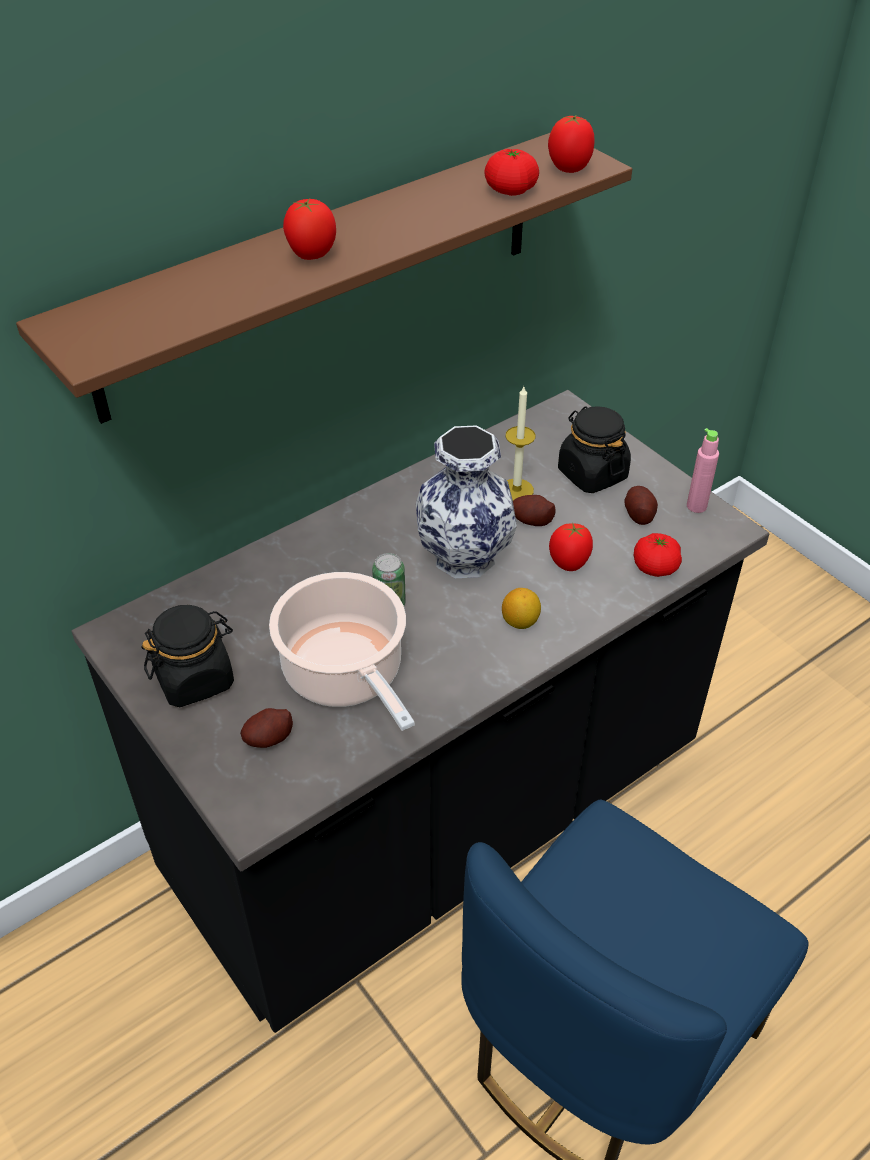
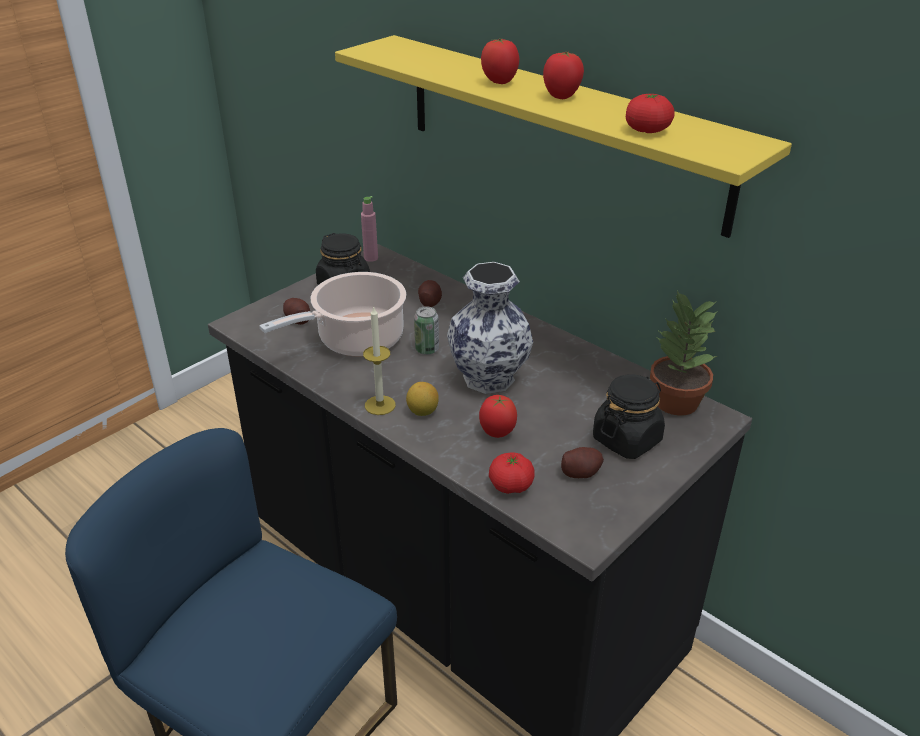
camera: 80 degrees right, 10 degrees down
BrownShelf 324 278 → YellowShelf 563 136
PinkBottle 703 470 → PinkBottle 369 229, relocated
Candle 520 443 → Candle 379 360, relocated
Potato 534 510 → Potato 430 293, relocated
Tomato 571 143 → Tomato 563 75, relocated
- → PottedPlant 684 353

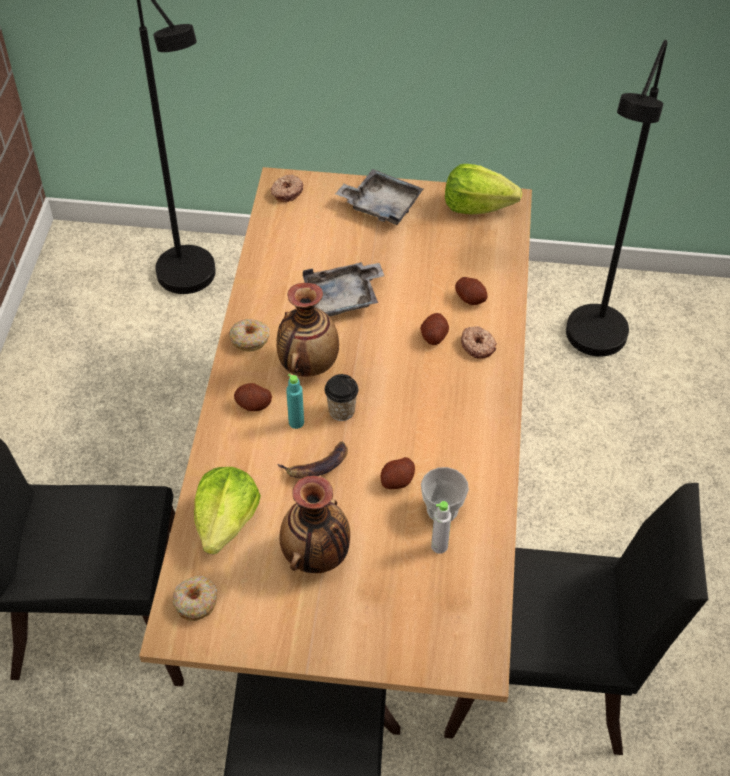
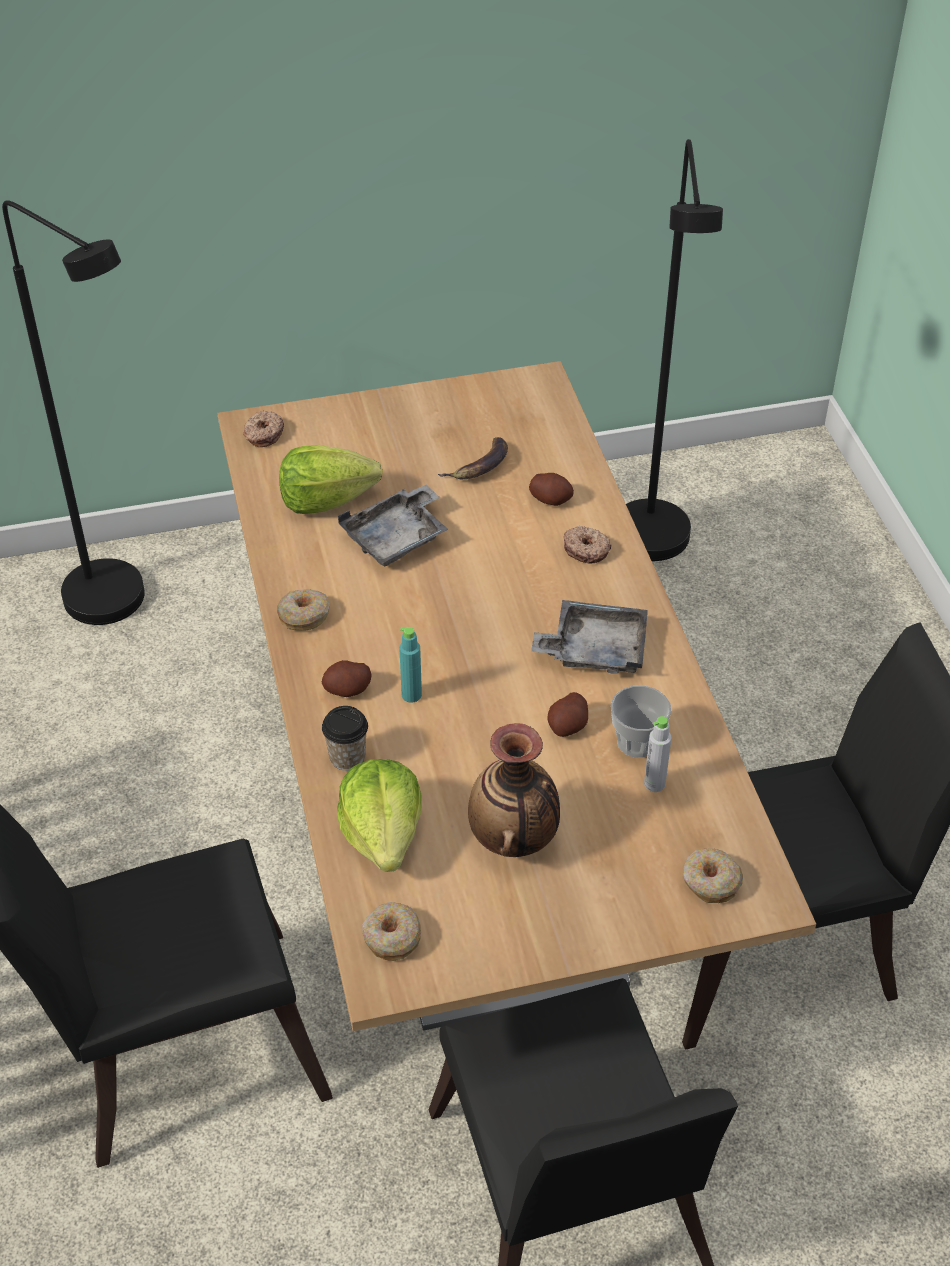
camera: 20 degrees left, 5 degrees down
Lettuce 483 189 → Lettuce 331 479, relocated
Cup 342 397 → Cup 345 738, relocated
Banana 313 460 → Banana 473 458, relocated
GreyTray 379 197 → GreyTray 589 637, relocated
- → Donut 713 875
Vase 308 329 → -
Potato 434 329 → -

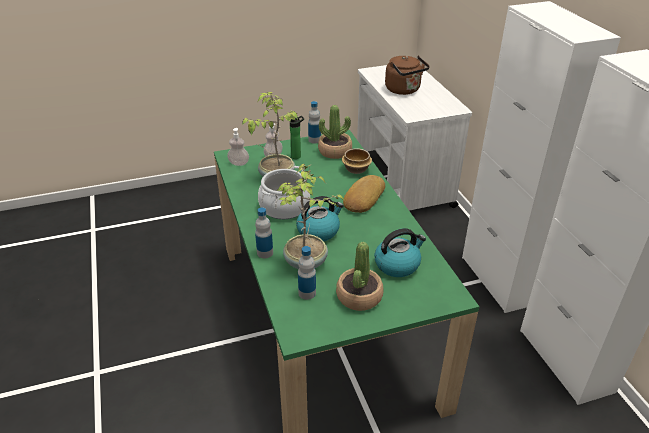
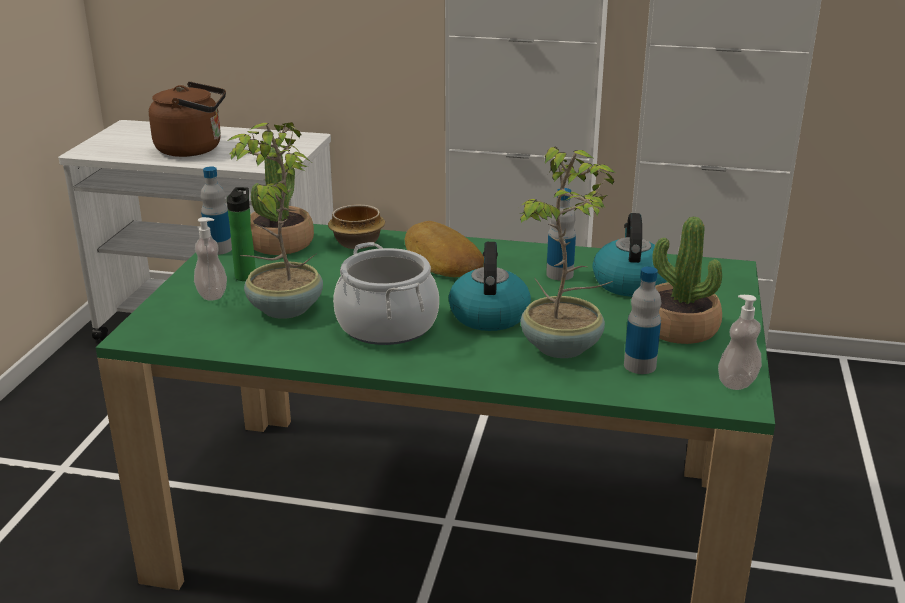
camera: 60 degrees left, 10 degrees down
Bottle 264 232 → Bottle 561 234, relocated
SoapDispenser 238 147 → SoapDispenser 740 342, relocated

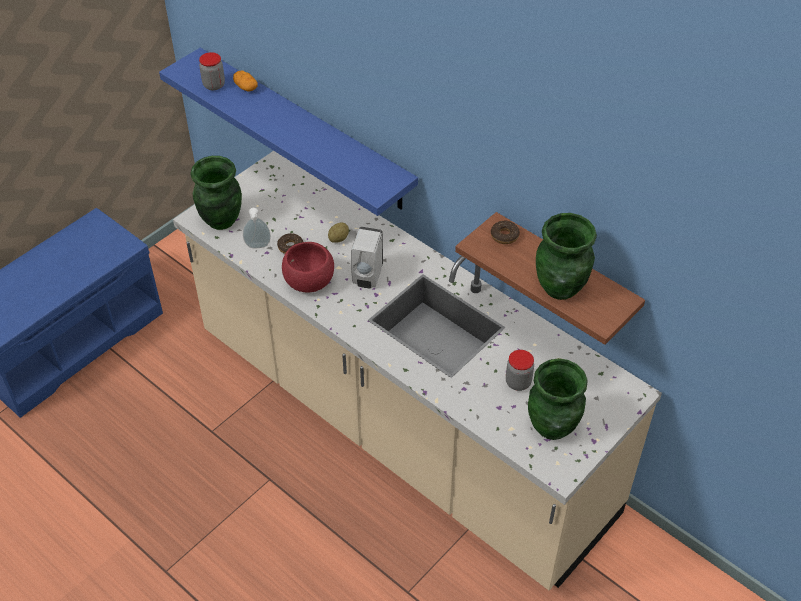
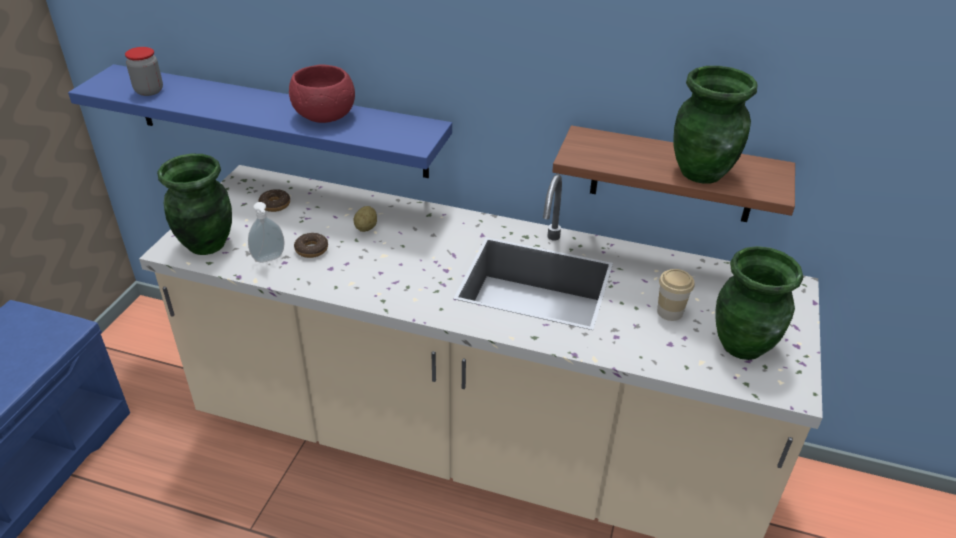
camera: 25 degrees left, 10 degrees down
Donut 505 232 → Donut 274 200, relocated
RedBowl 308 267 → RedBowl 322 93, relocated
Jar 520 370 → Cup 675 295
Potato 245 81 → -
WhiteSoapDispenser 367 257 → -

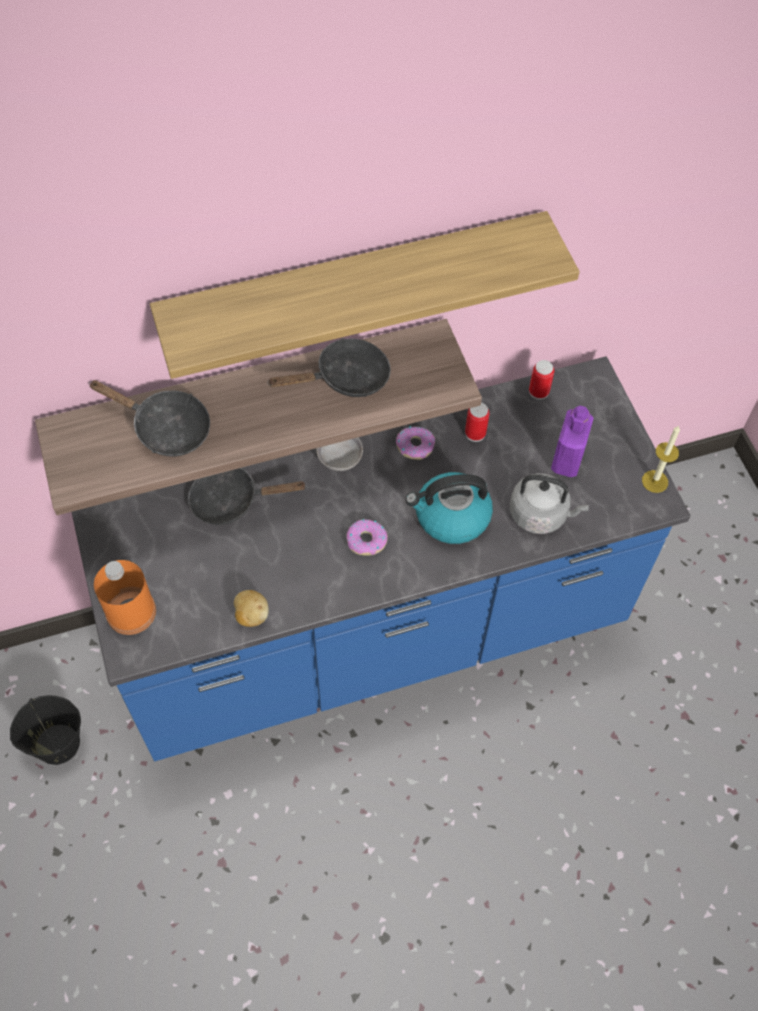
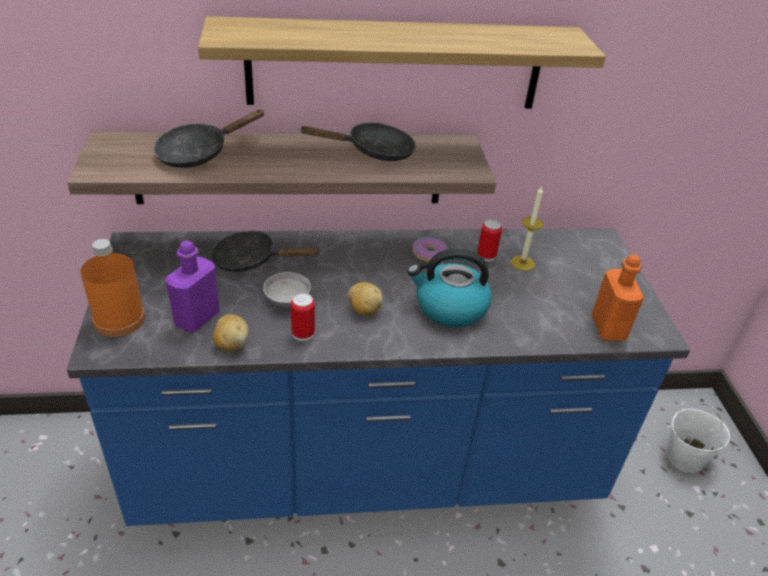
camera: 10 degrees right, 20 degrees down
BlackFryingPan 149 418 → BlackFryingPan 209 138, 105 degrees clockwise
PurpleBottle 572 441 → PurpleBottle 192 286, relocated
GreyBowl 339 454 → GreyBowl 287 289, relocated
Can 542 380 → Can 303 317, relocated
Donut 367 537 → Potato 365 298
Candle 661 459 → Candle 527 228, relocated
- → OrangeBottle 618 297
- → WhiteBucket 698 438
BlackBucket 45 730 → -
GreyKettle 549 503 → -

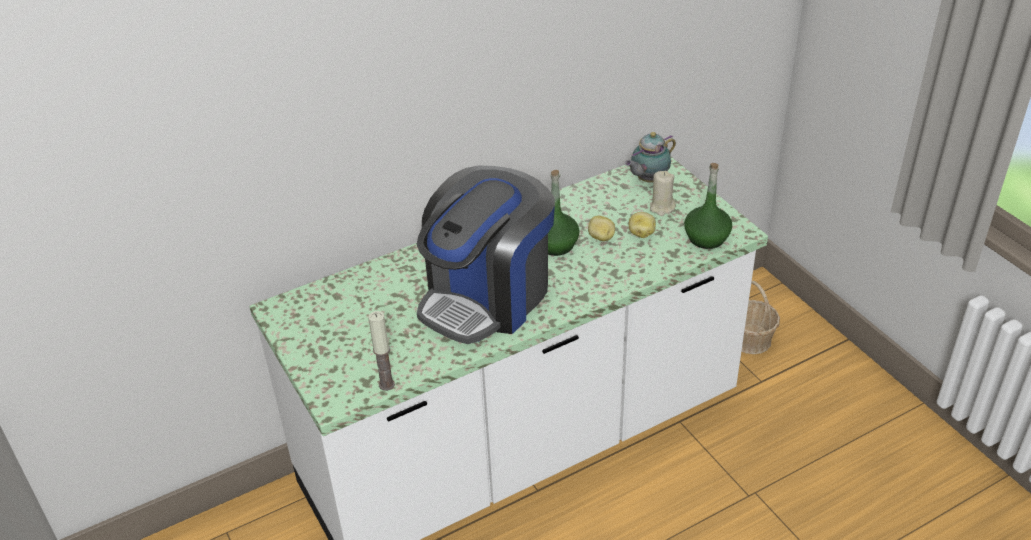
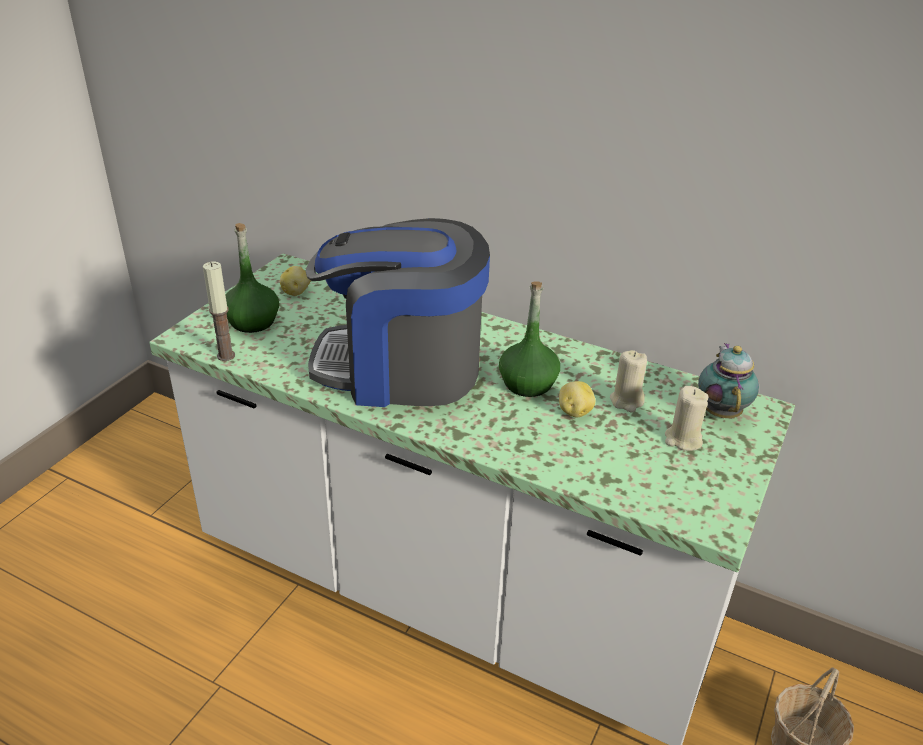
camera: 55 degrees right, 5 degrees down
GreenBottle 708 206 → GreenBottle 252 278, relocated
Potato 642 225 → Potato 295 281, relocated
- → BeigeCandle 628 381
Teapot 650 157 → Teapot 728 380, 75 degrees clockwise

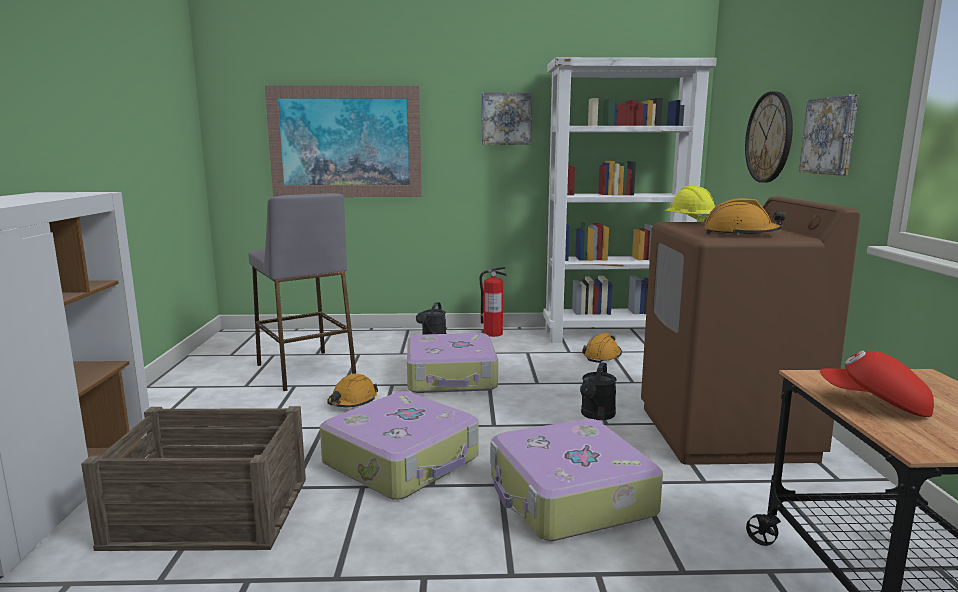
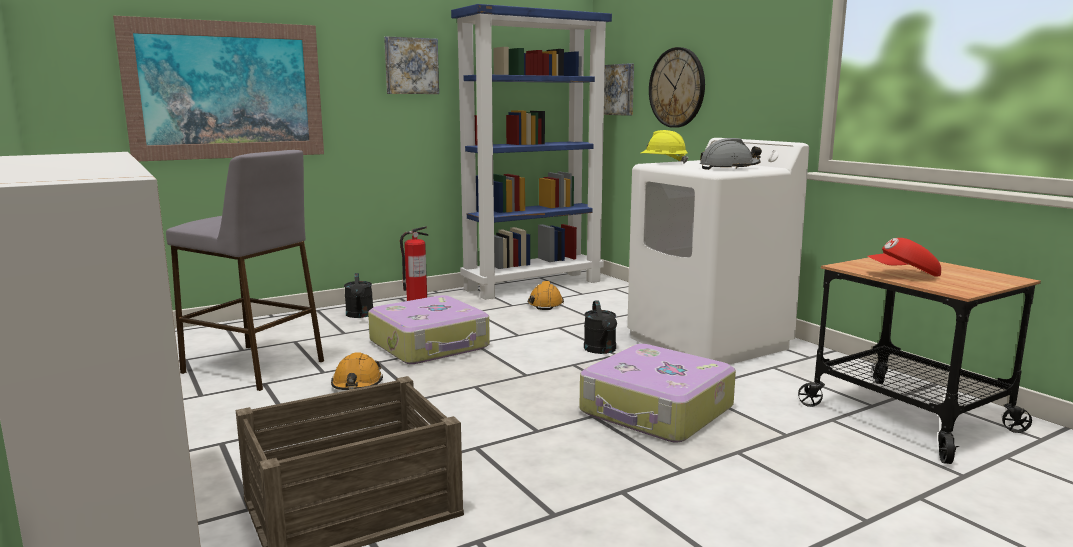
camera: 30 degrees left, 0 degrees up
WhiteBookcase 630 199 → BlueBookcase 531 152
Picture 828 135 → Picture 619 89, relocated
BrownWashingMachine 750 331 → WhiteWashingMachine 718 251
OrangeHardHat 745 217 → GreyHardHat 731 154
Suitcase 399 445 → -

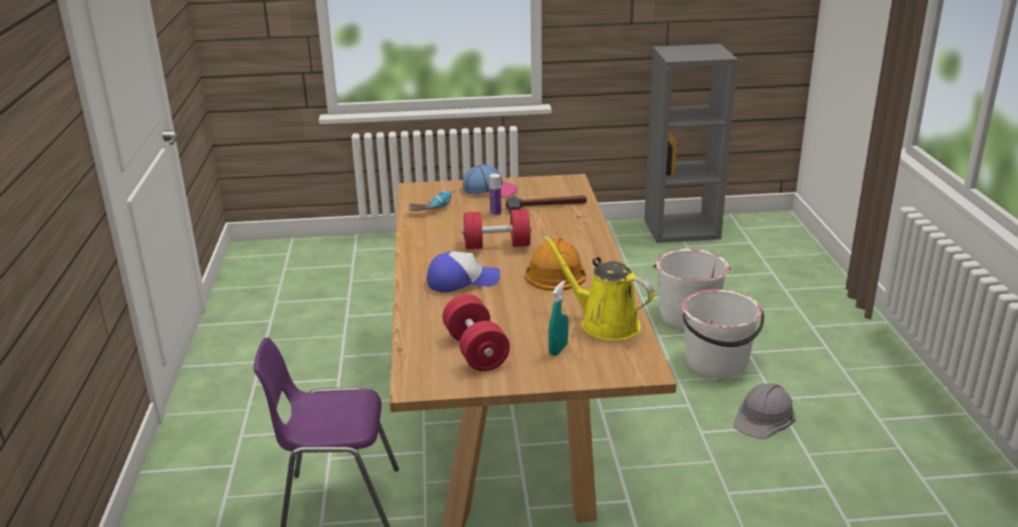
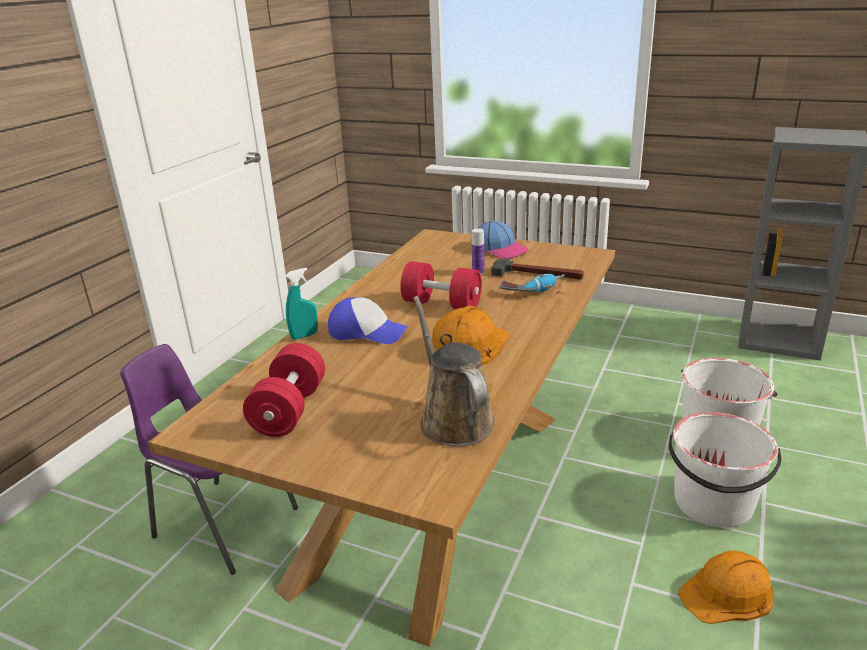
camera: 30 degrees right, 0 degrees up
TurquoiseSprayBottle 558 318 → TurquoiseSprayBottle 302 304, relocated
YellowWateringCan 598 288 → BrownWateringCan 454 371
PowerDrill 431 200 → PowerDrill 532 283, relocated
GreyHardHat 764 411 → OrangeHardHat 726 587

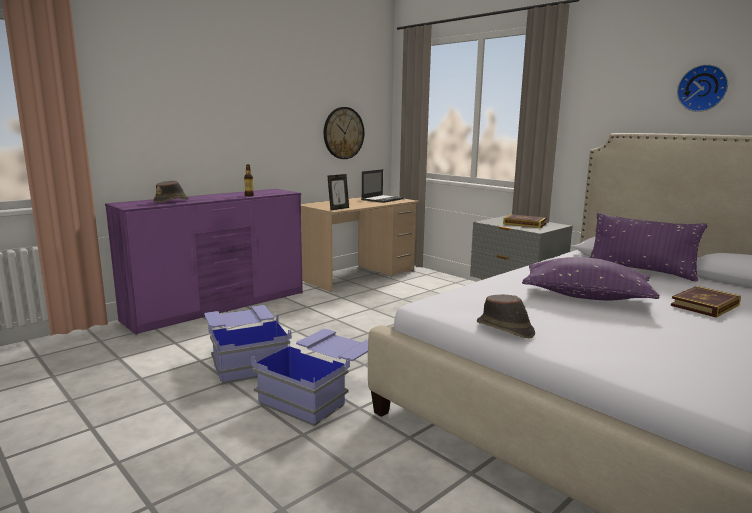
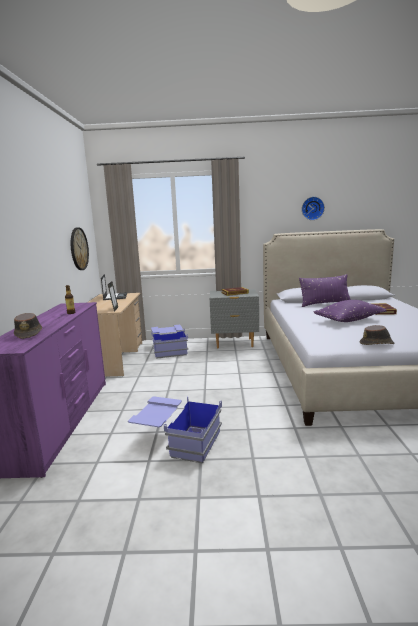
camera: 45 degrees left, 0 degrees up
BlueStorageBox 309 377 → BlueStorageBox 169 342, relocated

